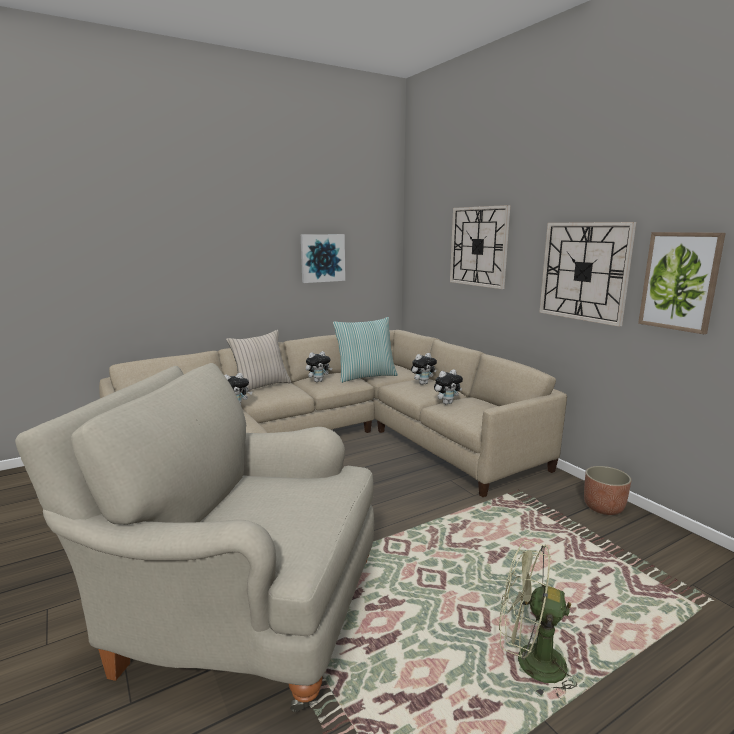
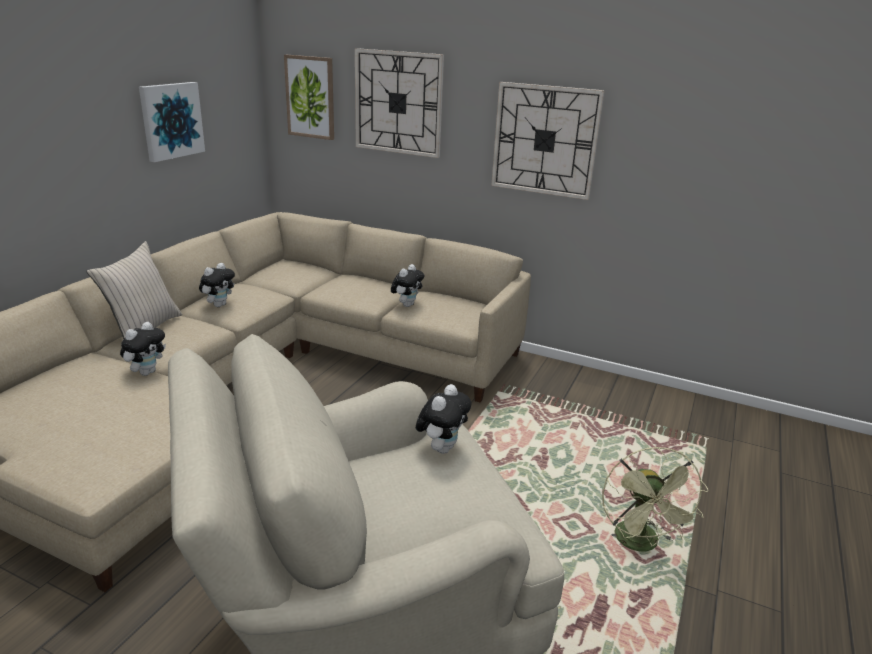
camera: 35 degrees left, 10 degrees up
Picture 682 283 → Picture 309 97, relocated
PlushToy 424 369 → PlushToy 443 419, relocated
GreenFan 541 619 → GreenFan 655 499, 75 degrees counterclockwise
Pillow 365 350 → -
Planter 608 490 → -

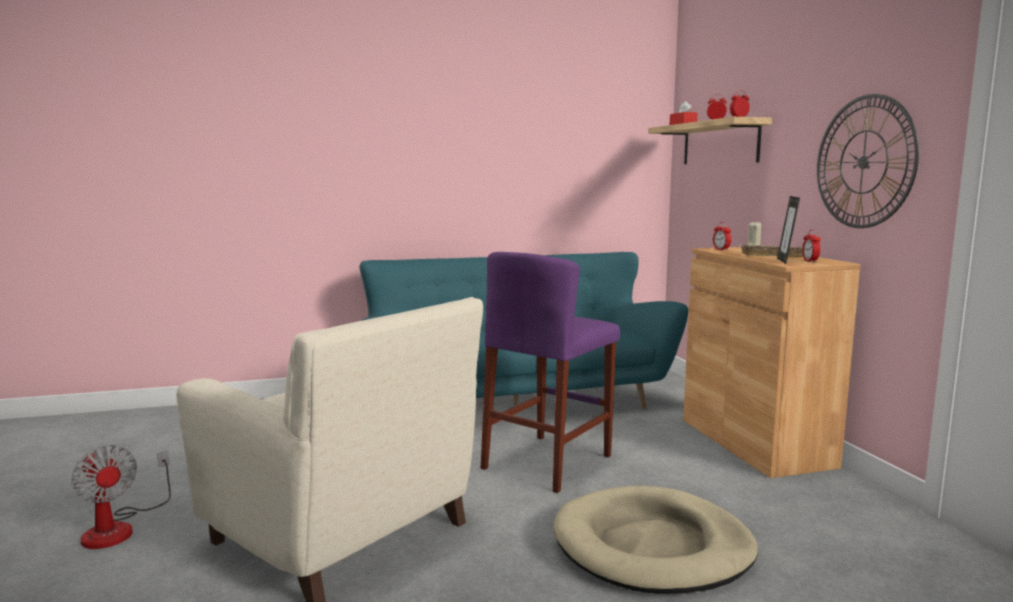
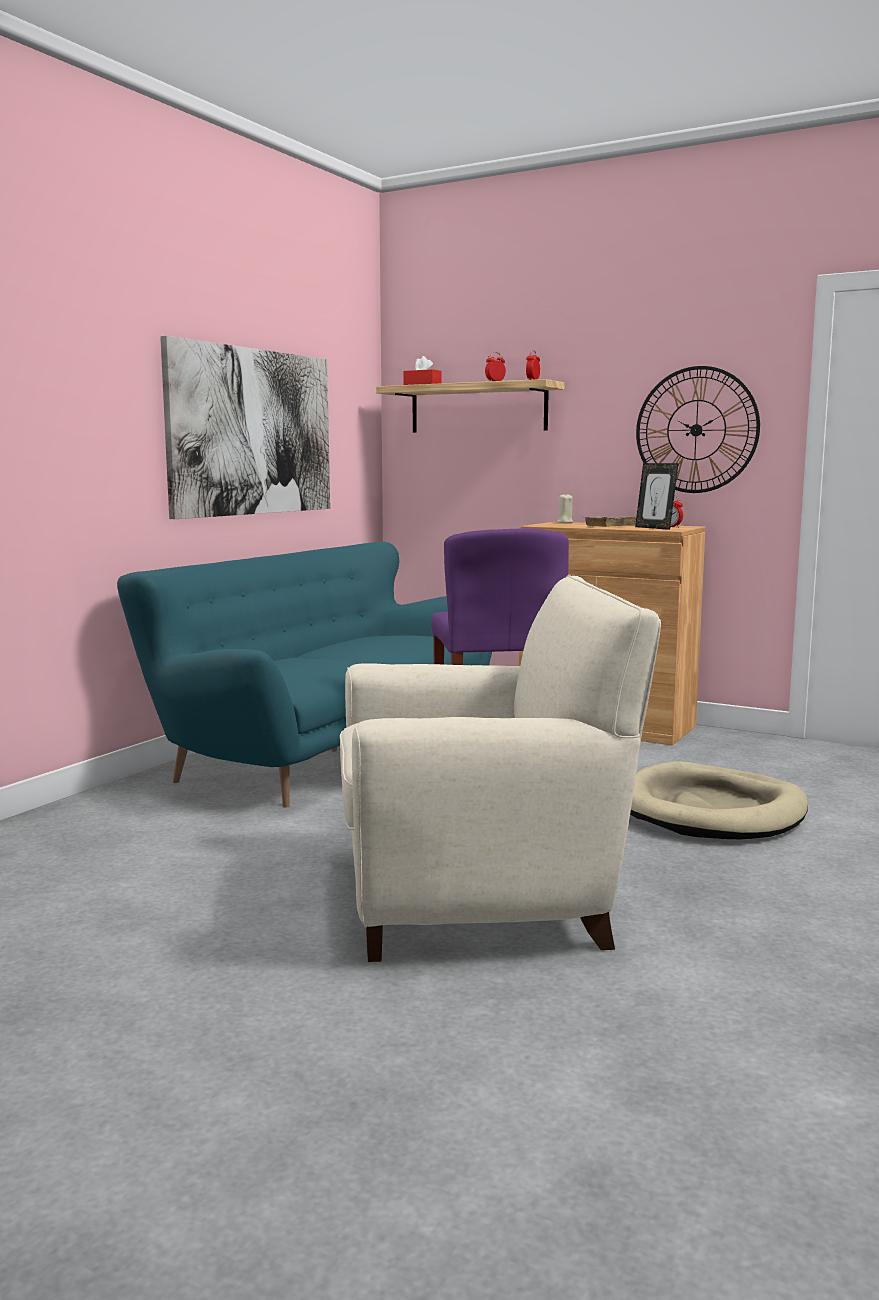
camera: 45 degrees left, 0 degrees up
- → Picture 245 427
Fan 121 497 → -
AlarmClock 722 236 → -

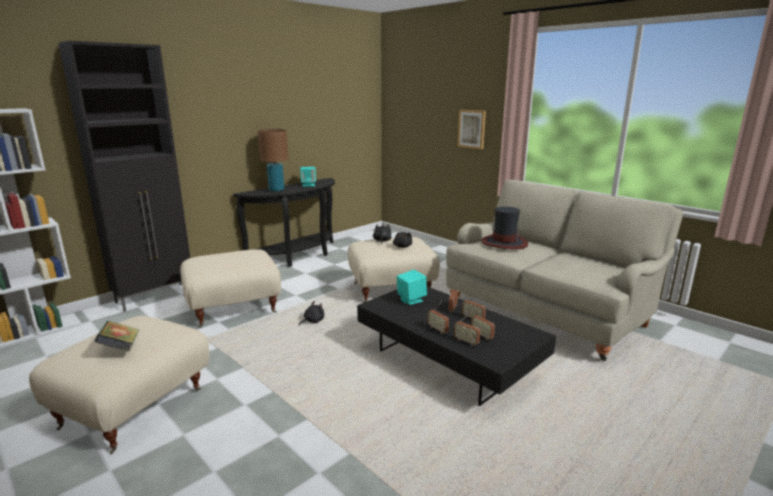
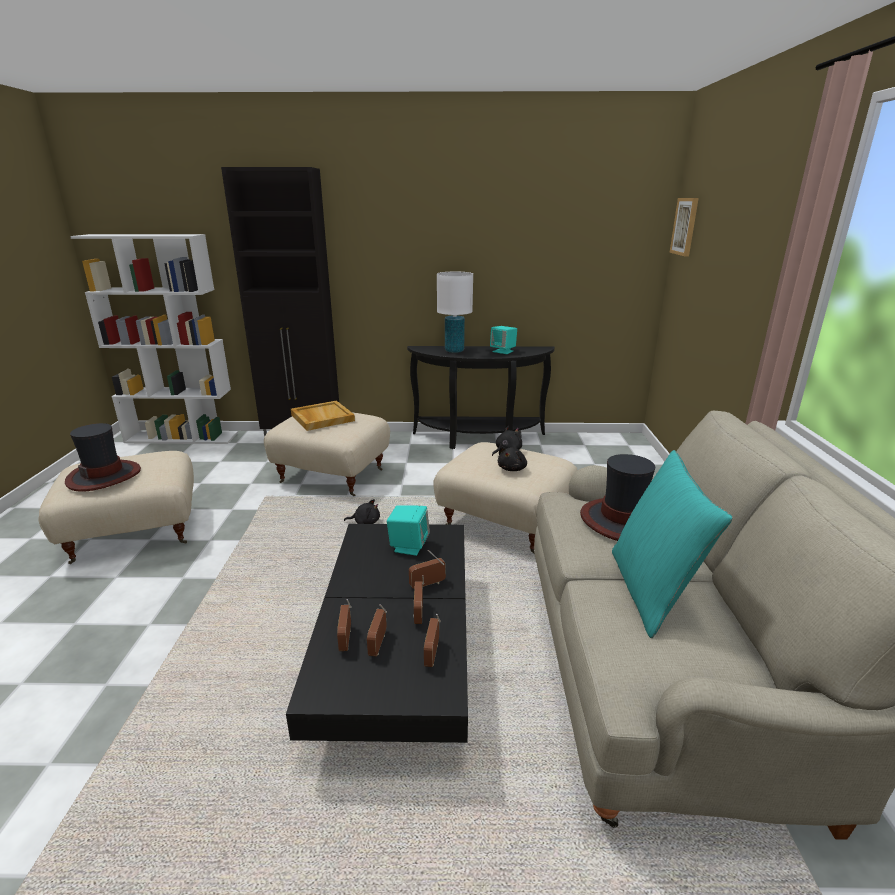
camera: 45 degrees right, 5 degrees up
Book 117 336 → Hat 103 457
- → BeigeTray 323 415
Radio 438 317 → Radio 432 640, relocated
BrownTableLamp 273 160 → WhiteTableLamp 455 312
- → TurquoisePillow 672 544
Picture 472 129 → Picture 684 227, relocated

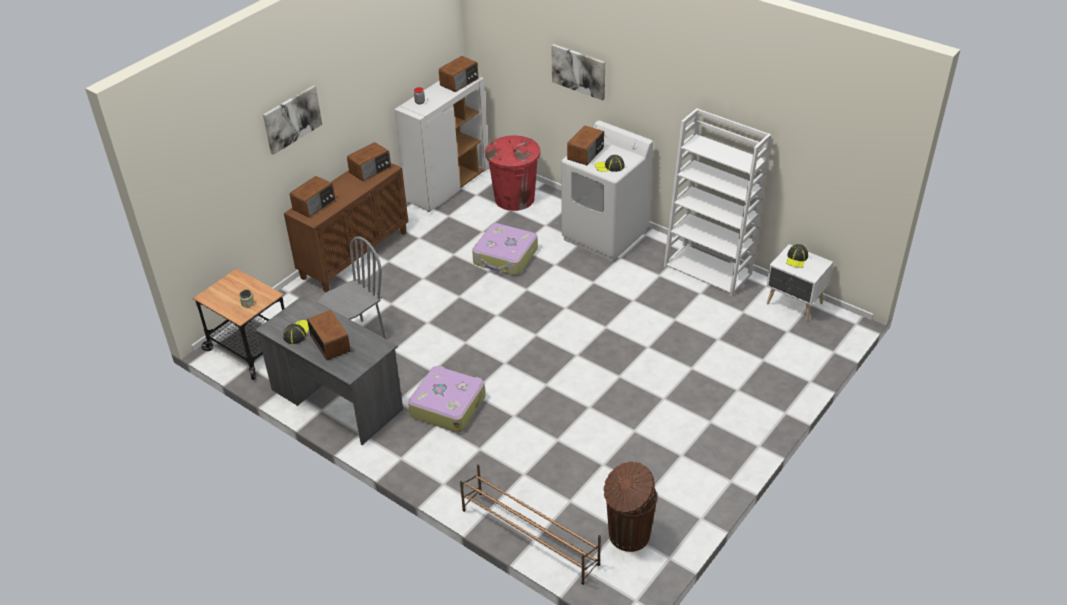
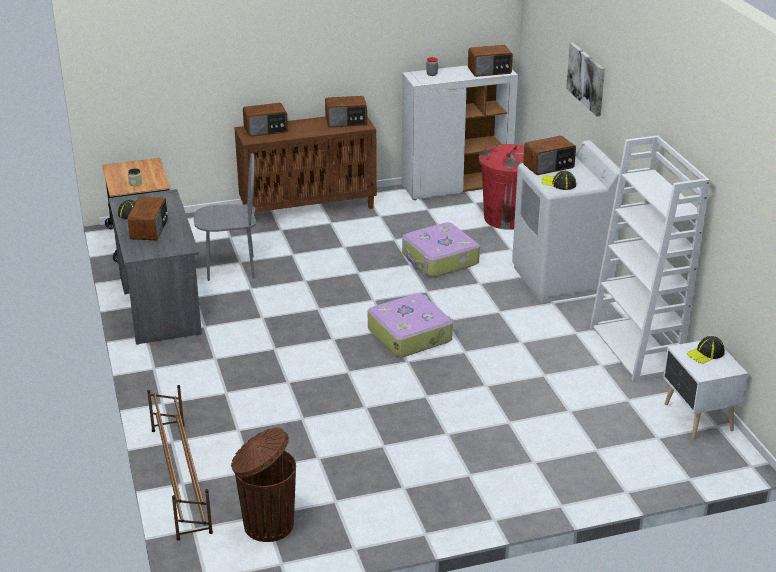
camera: 35 degrees right, 10 degrees down
Suitcase 447 399 → Suitcase 410 325, relocated
Picture 292 120 → -

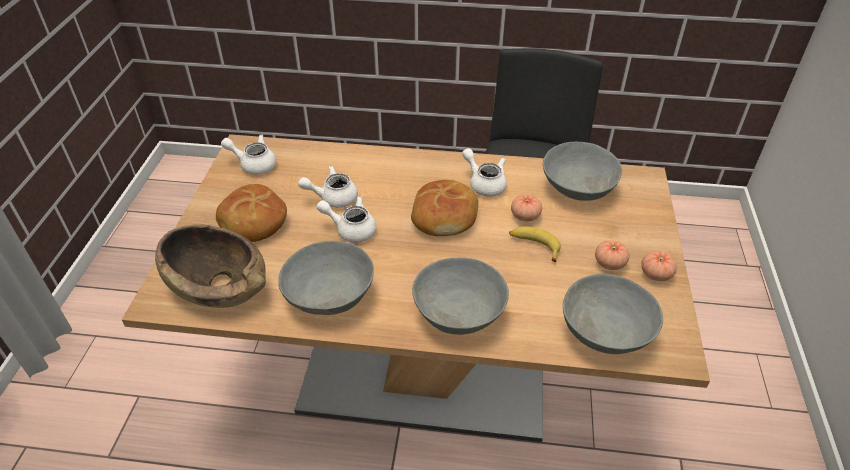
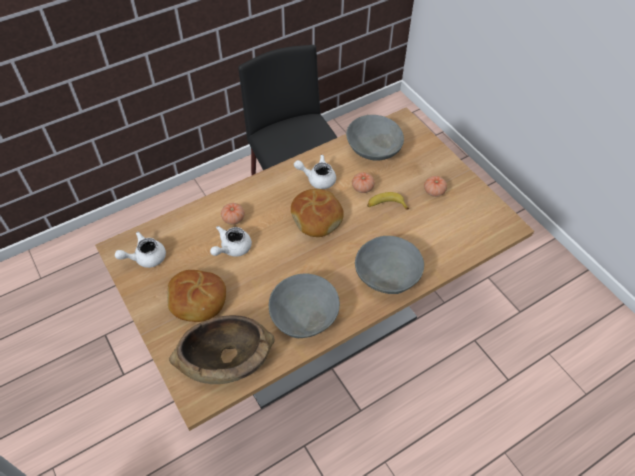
camera: 40 degrees left, 10 degrees up
Tomato 659 266 → Tomato 233 214, relocated
WhiteTeapot 346 219 → -
GreyBowl 613 314 → -

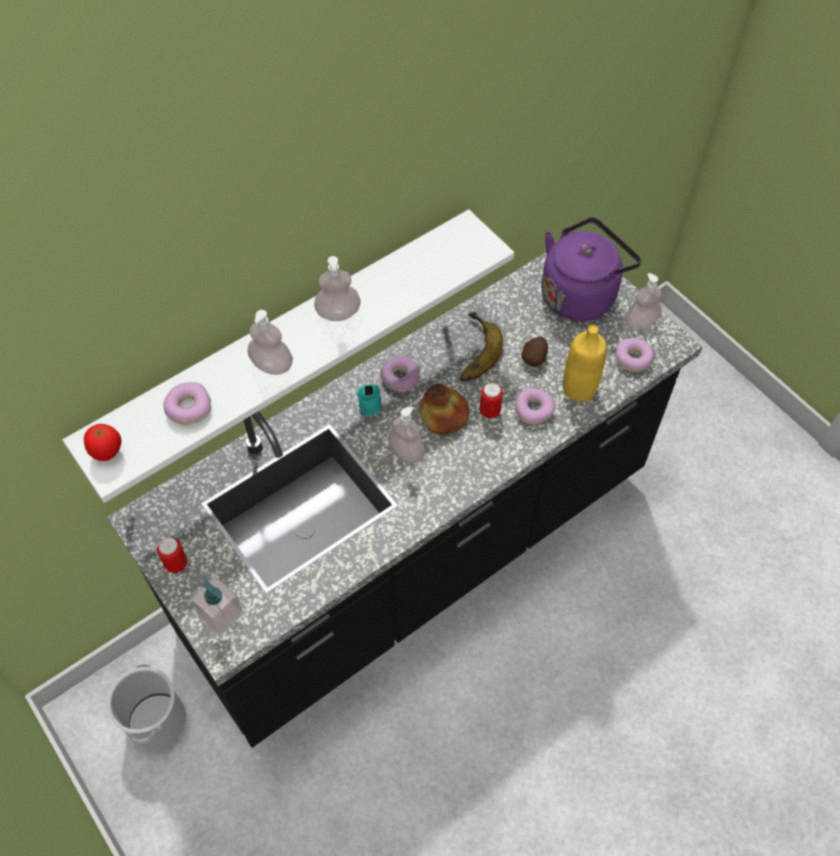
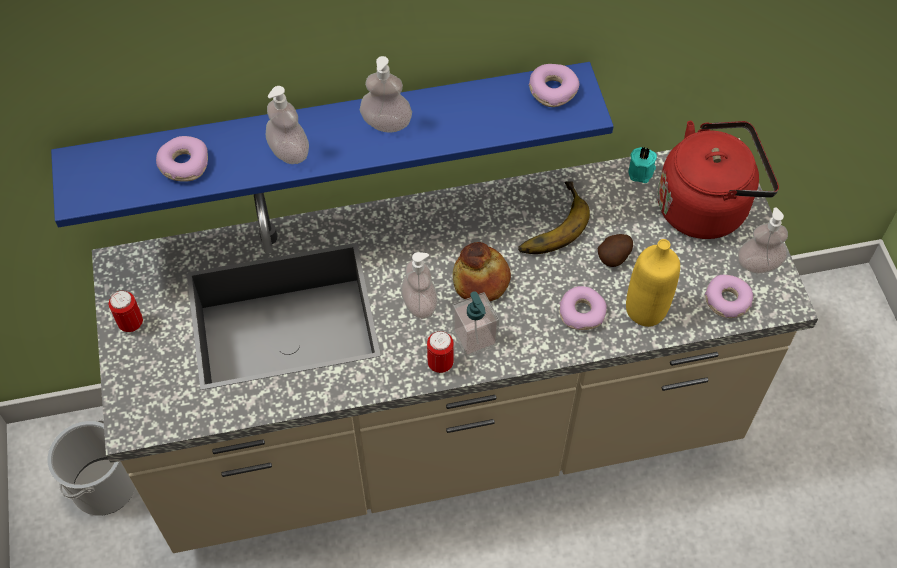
camera: 25 degrees right, 0 degrees up
WhiteShelf 289 356 → BlueShelf 332 144
BlackCounter 404 500 → BeigeCounter 455 345
Can 491 401 → Can 440 352, relocated
SoapDispenser 217 605 → SoapDispenser 475 324, relocated
Donut 400 374 → Donut 554 85, relocated
TurquoiseCandle 369 400 → TurquoiseCandle 643 165, relocated
PurpleKettle 591 269 → RedKettle 718 180
Tomato 103 442 → -

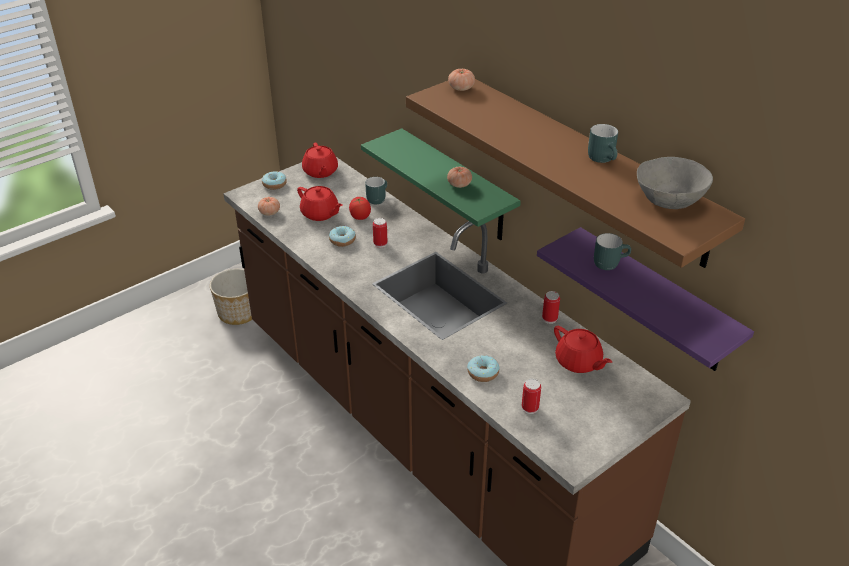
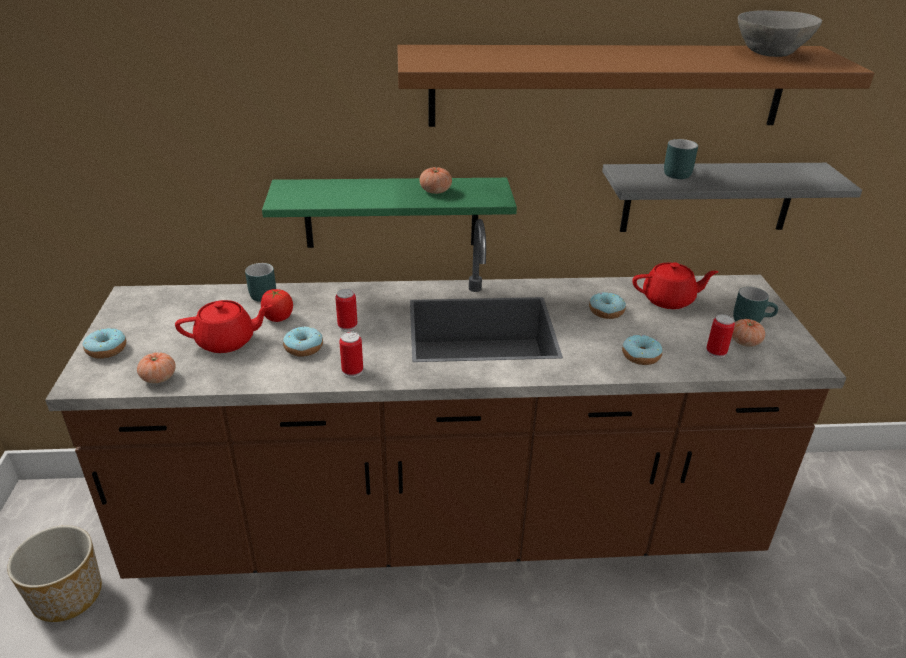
camera: 55 degrees left, 5 degrees down
Can 551 307 → Can 351 354, relocated
- → Donut 607 305
PurpleShelf 645 299 → GreyShelf 732 197
Tomato 461 80 → Tomato 748 333, relocated
TurquoiseMug 603 143 → TurquoiseMug 755 305, relocated
RedTeapot 320 160 → -

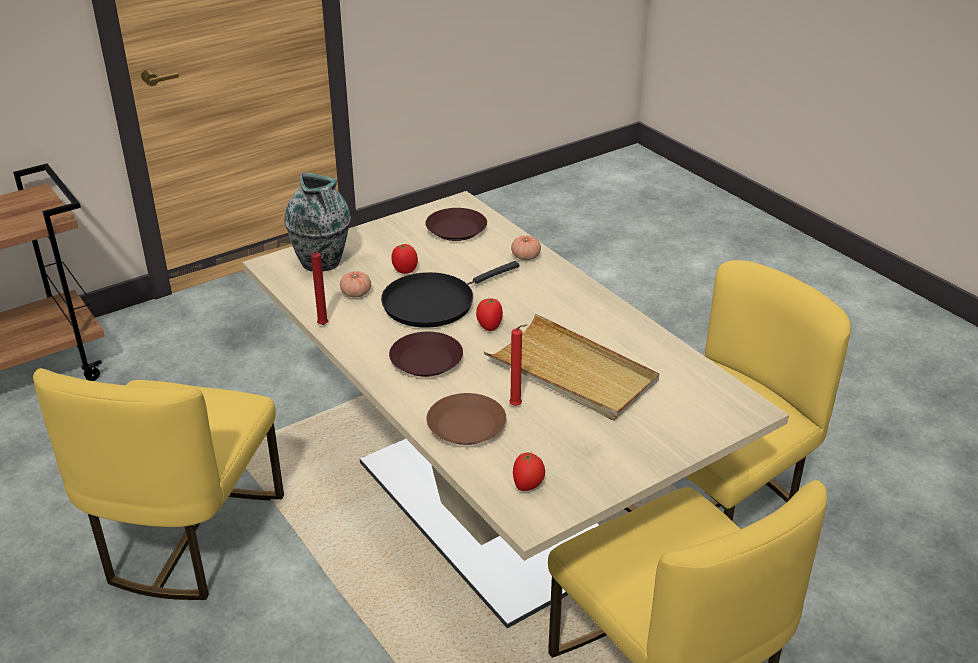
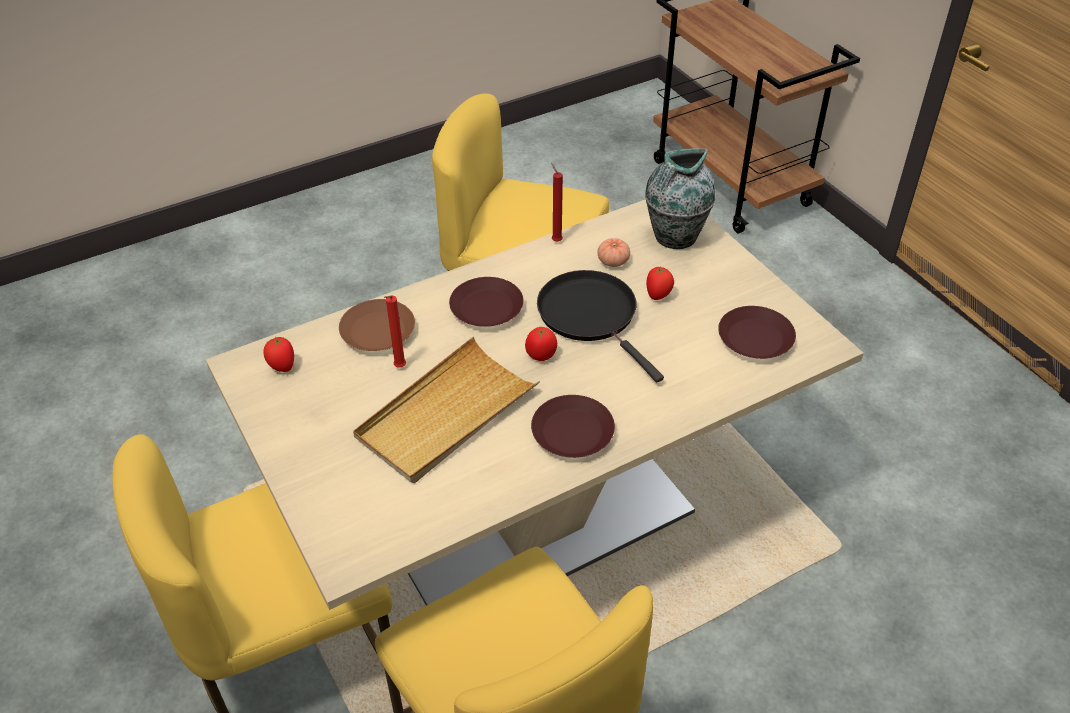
camera: 95 degrees right, 10 degrees up
- → BrownPlate 573 426
Tomato 526 248 → -

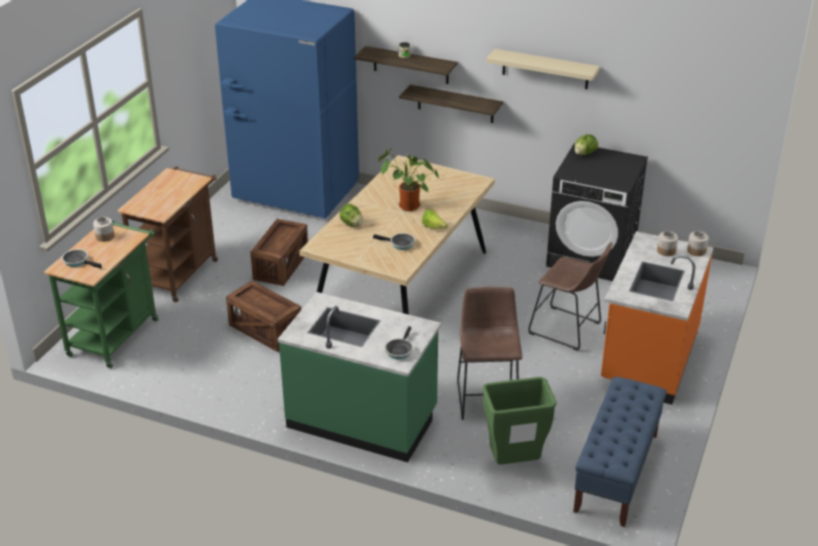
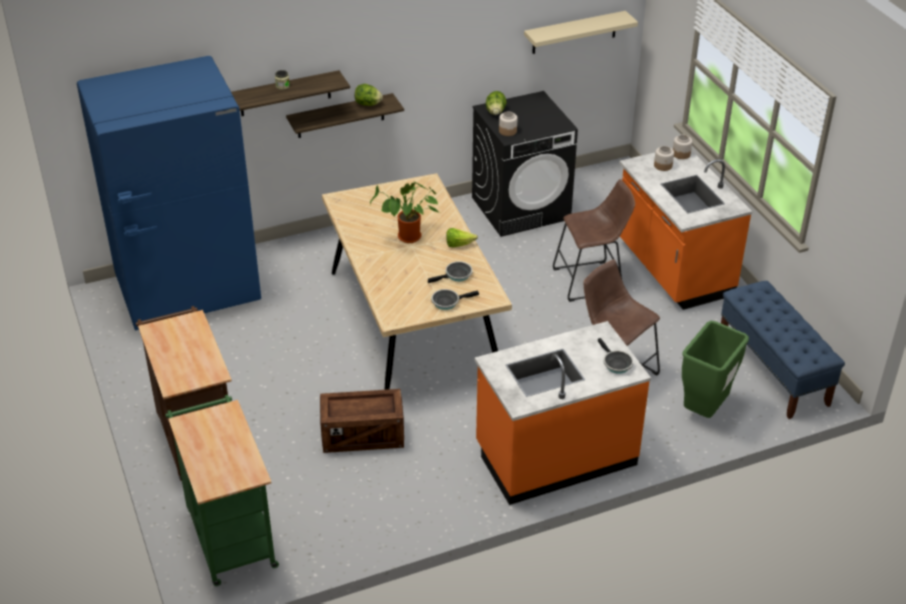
camera: 45 degrees left, 5 degrees up
Lettuce 351 215 → Lettuce 369 95, relocated
FryingPan 82 258 → FryingPan 455 299, relocated
GreenCounter 359 377 → OrangeCounter 563 413
Jar 103 229 → Jar 508 124, relocated
BeigeShelf 543 69 → BeigeShelf 581 32, relocated
Crate 279 252 → -

